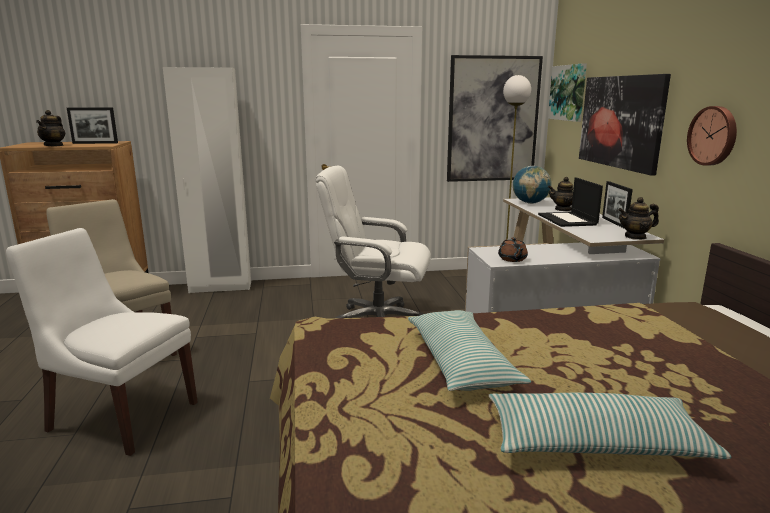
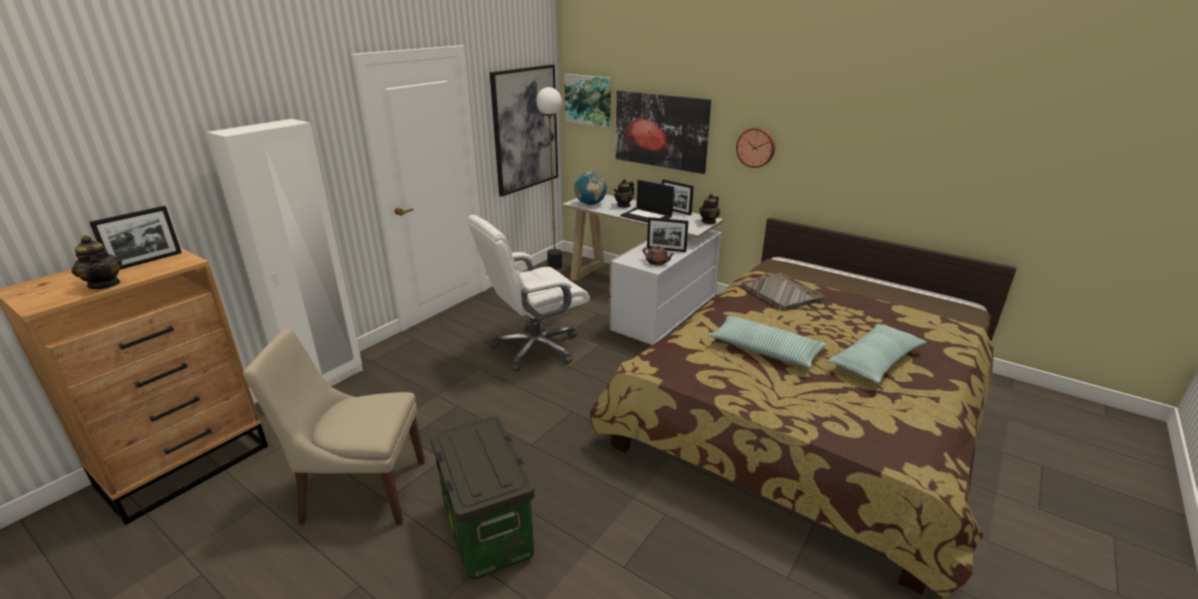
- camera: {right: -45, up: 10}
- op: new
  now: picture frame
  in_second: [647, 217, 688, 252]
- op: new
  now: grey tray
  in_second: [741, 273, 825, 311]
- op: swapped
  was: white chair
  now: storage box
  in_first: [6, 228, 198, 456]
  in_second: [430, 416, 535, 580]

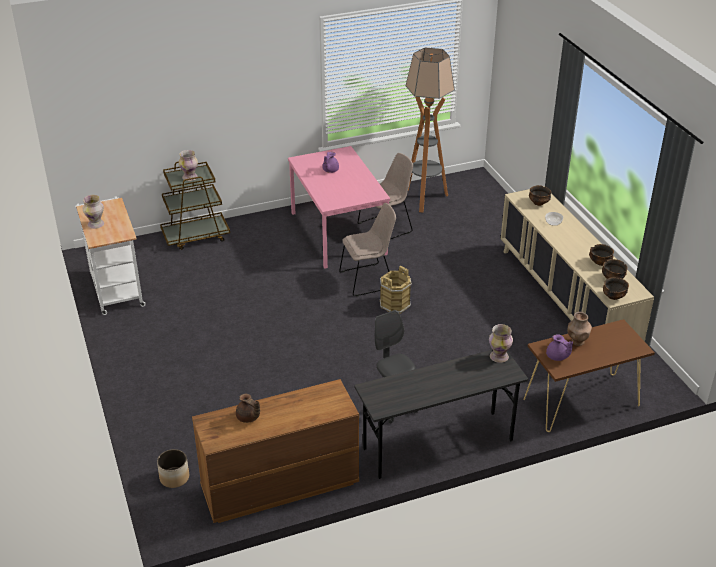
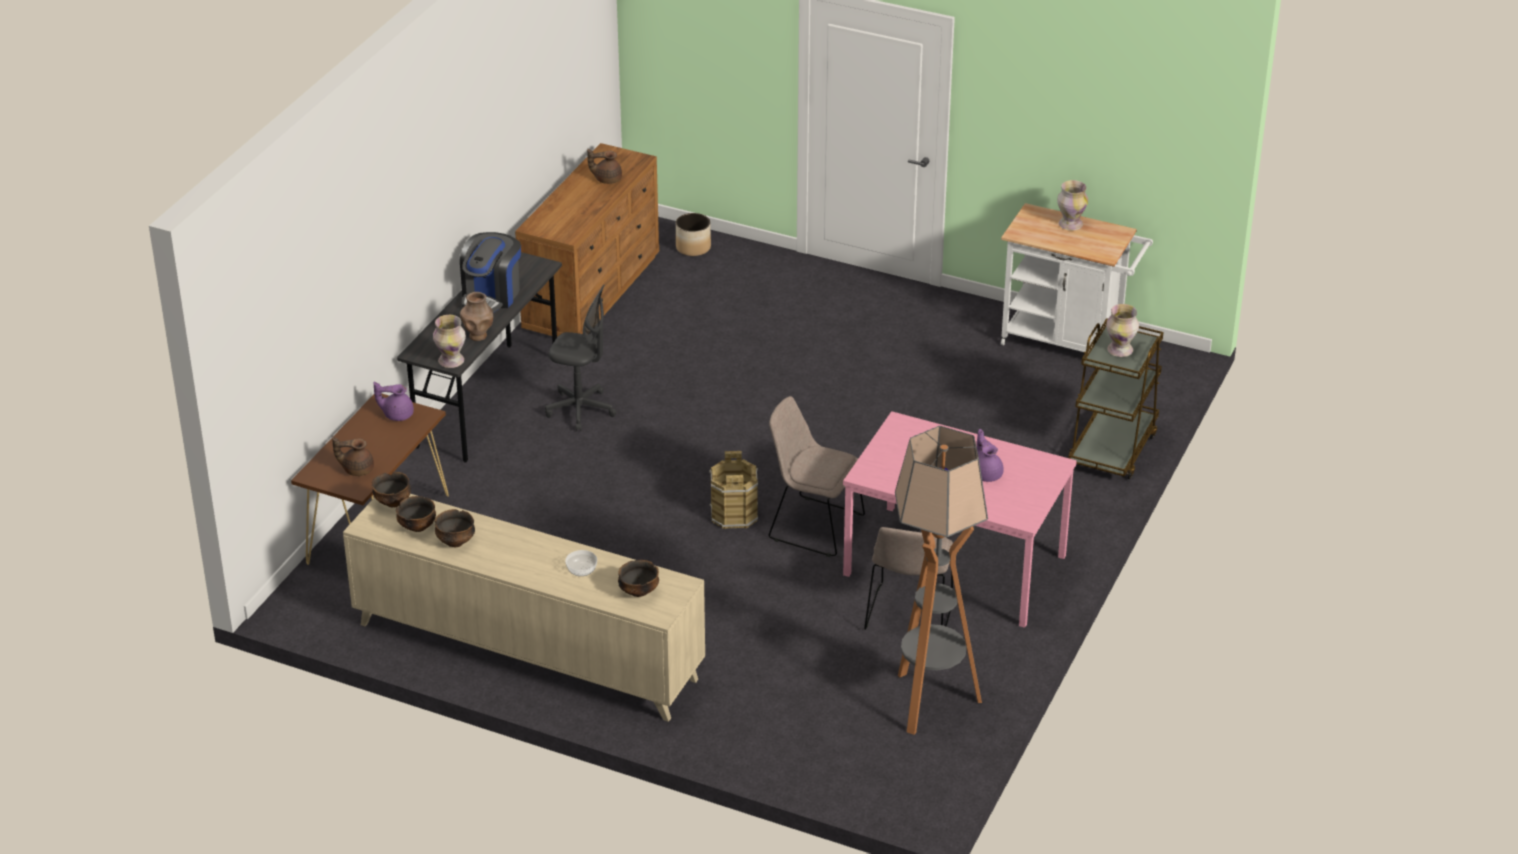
- camera: {right: 135, up: 0}
- op: new
  now: brown teapot
  in_second: [332, 437, 374, 476]
- op: new
  now: coffee machine
  in_second: [460, 232, 521, 313]
- op: shifted
  was: brown vase
  in_first: [567, 312, 592, 346]
  in_second: [460, 292, 493, 341]
- op: rotated
  was: beige chair
  in_first: [339, 203, 396, 297]
  in_second: [769, 396, 865, 557]
  clockwise: 90

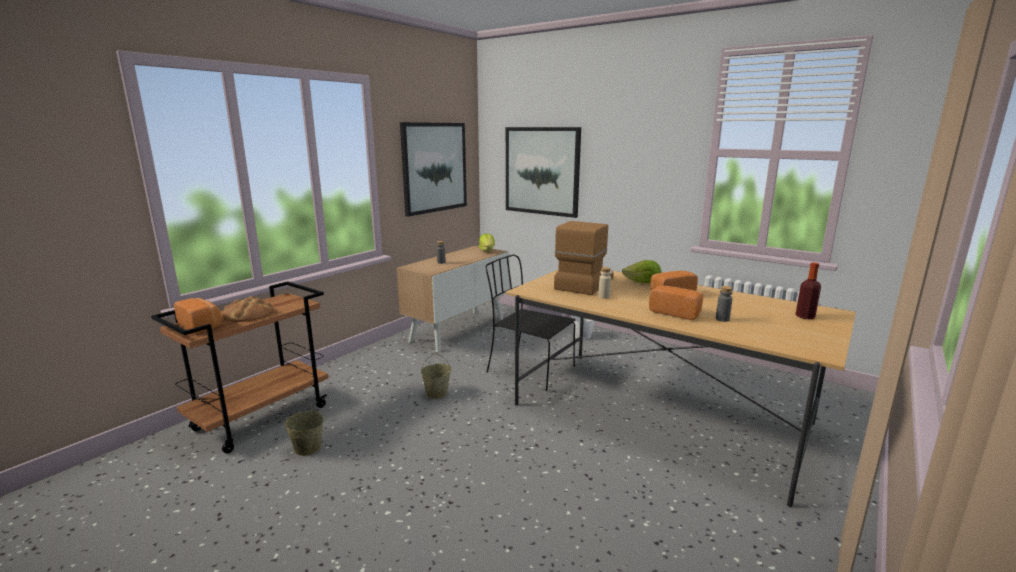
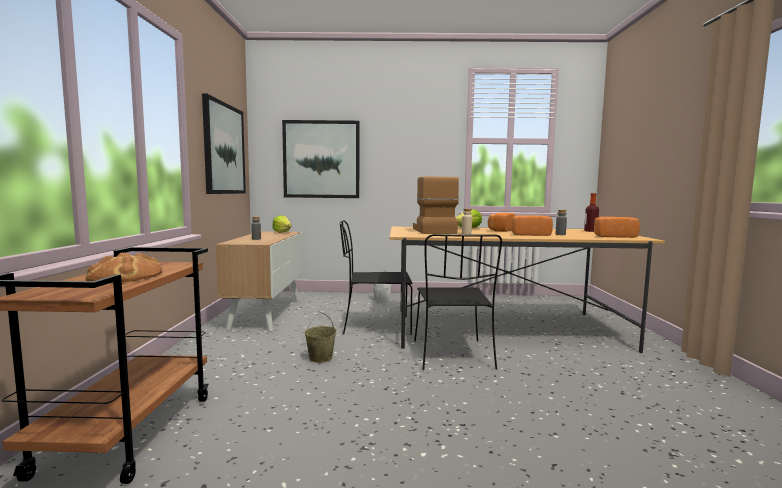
- camera: {right: -35, up: -10}
- op: gone
  was: beige bucket
  in_first: [285, 401, 324, 456]
- op: new
  now: black chair
  in_second: [414, 234, 502, 370]
- op: shifted
  was: bread
  in_first: [174, 298, 221, 334]
  in_second: [594, 217, 640, 238]

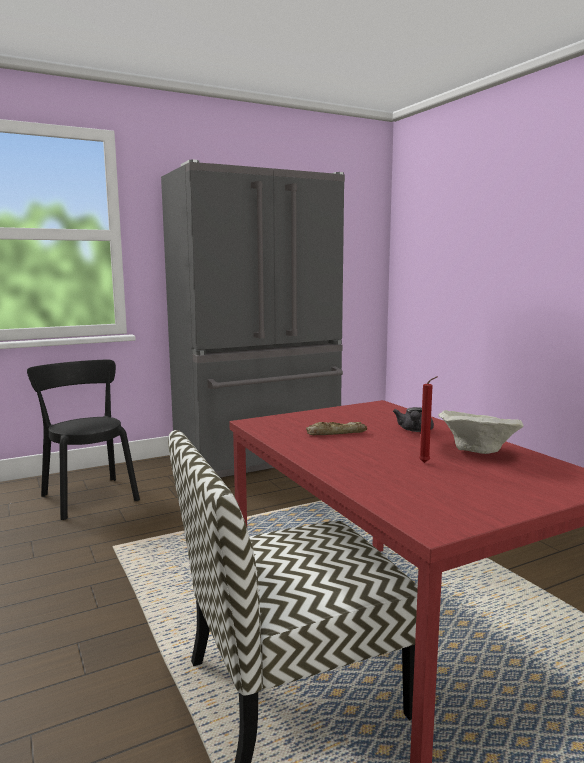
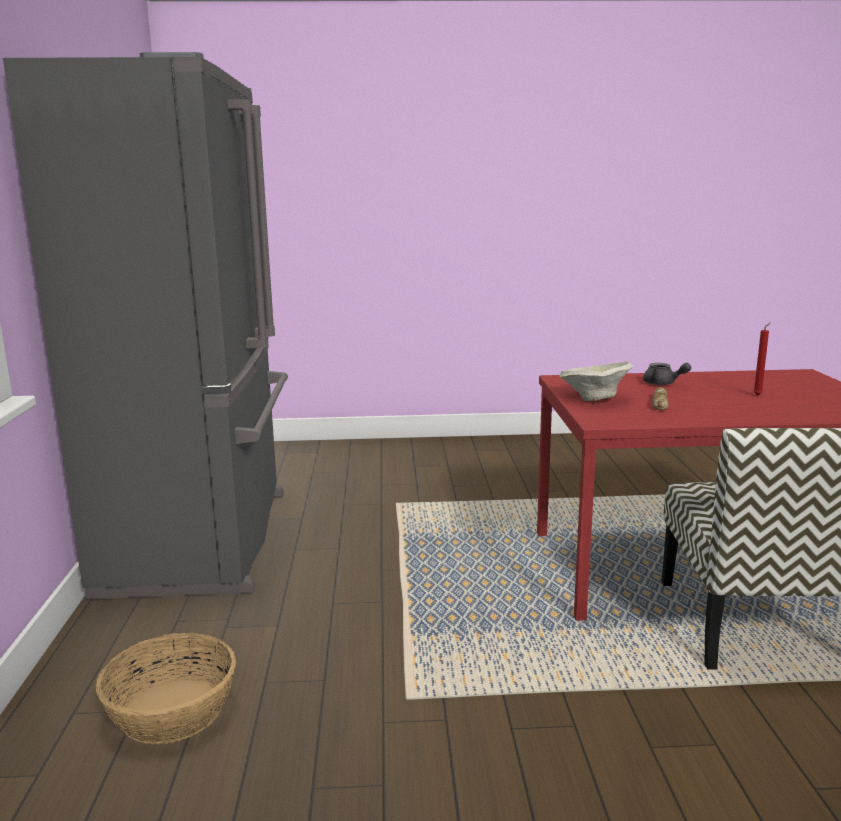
- camera: {right: -65, up: 5}
- op: shifted
  was: beige bowl
  in_first: [438, 410, 523, 454]
  in_second: [559, 361, 633, 401]
- op: swapped
  was: black chair
  now: basket
  in_first: [27, 360, 140, 520]
  in_second: [96, 633, 236, 744]

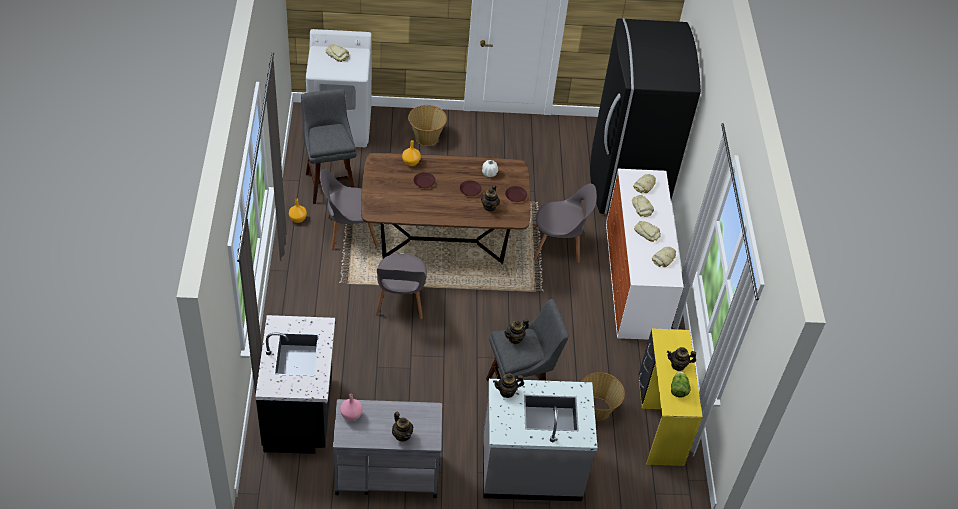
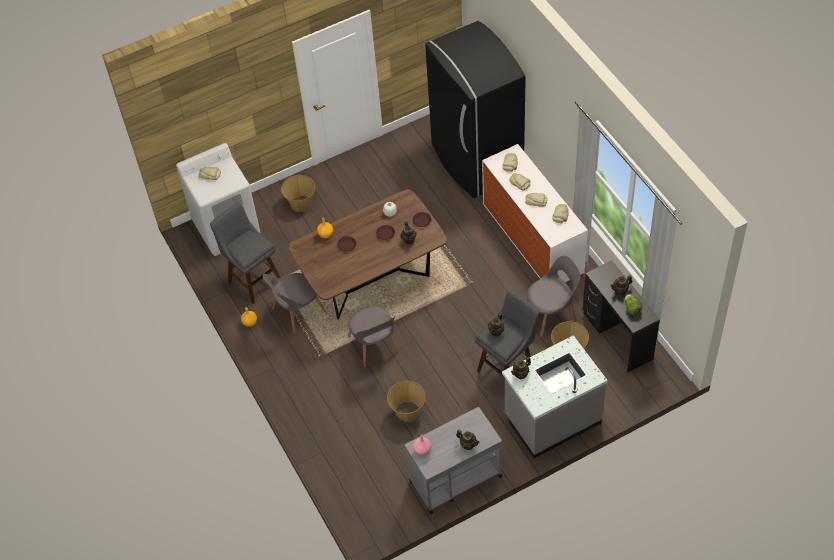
- camera: {right: -20, up: 5}
- op: gone
  was: black counter
  in_first: [255, 315, 335, 454]
- op: new
  now: basket
  in_second: [387, 381, 426, 421]
- op: shifted
  was: grey chair
  in_first: [533, 184, 597, 264]
  in_second: [526, 256, 580, 337]
- op: repainted
  was: yellow desk
  now: black desk
  in_first: [639, 328, 703, 466]
  in_second: [583, 260, 660, 372]

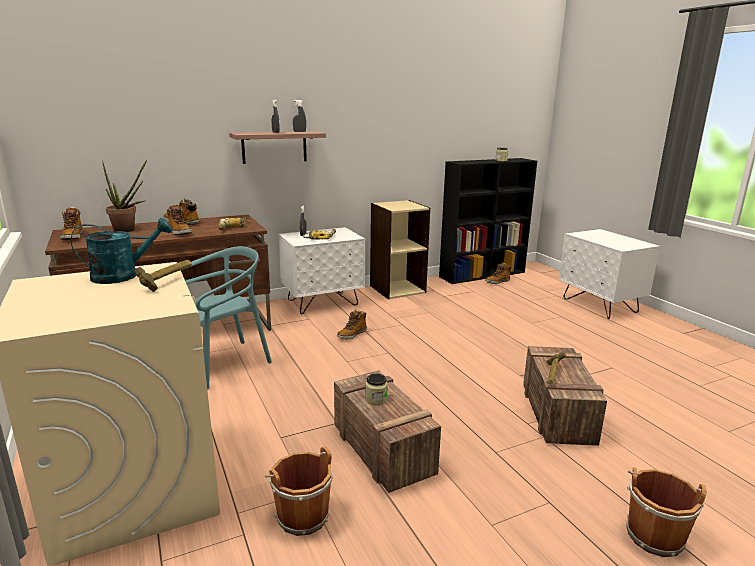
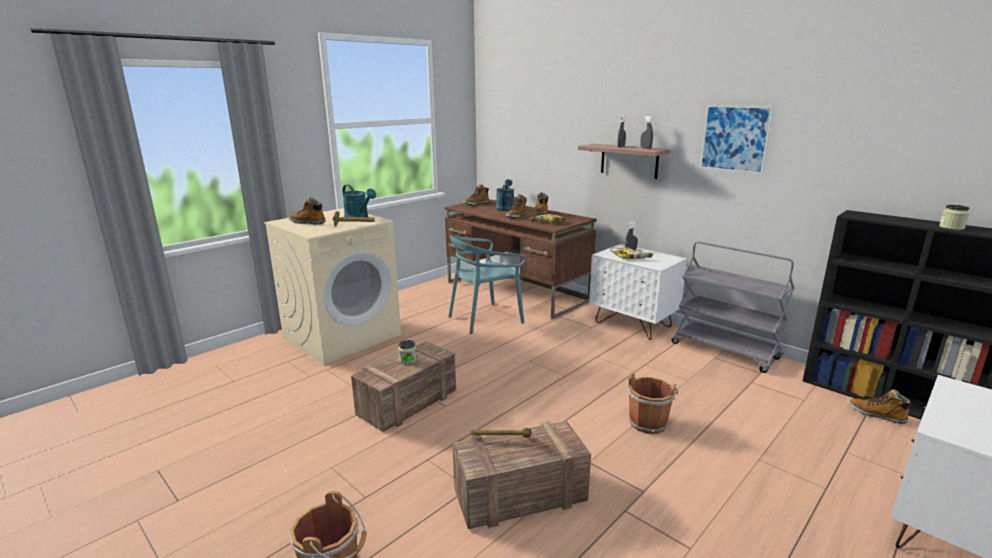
- camera: {right: 70, up: 0}
- op: new
  now: picture
  in_second: [699, 105, 774, 175]
- op: shifted
  was: brown bucket
  in_first: [265, 446, 333, 536]
  in_second: [627, 372, 678, 434]
- op: shifted
  was: boot
  in_first: [337, 309, 367, 339]
  in_second: [288, 197, 326, 225]
- op: swapped
  was: potted plant
  now: turquoise watering can
  in_first: [102, 160, 147, 232]
  in_second: [496, 179, 514, 211]
- op: swapped
  was: beige bookcase
  now: grey cart
  in_first: [370, 200, 430, 299]
  in_second: [672, 241, 795, 373]
- op: rotated
  was: turquoise chair
  in_first: [182, 246, 272, 389]
  in_second: [448, 236, 527, 334]
  clockwise: 120

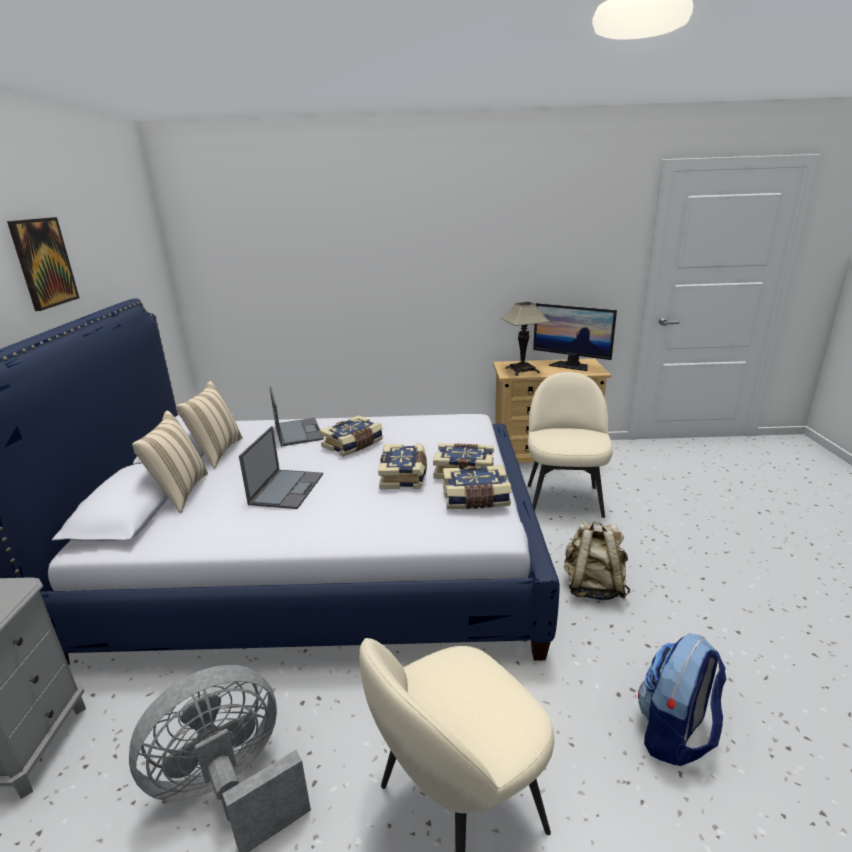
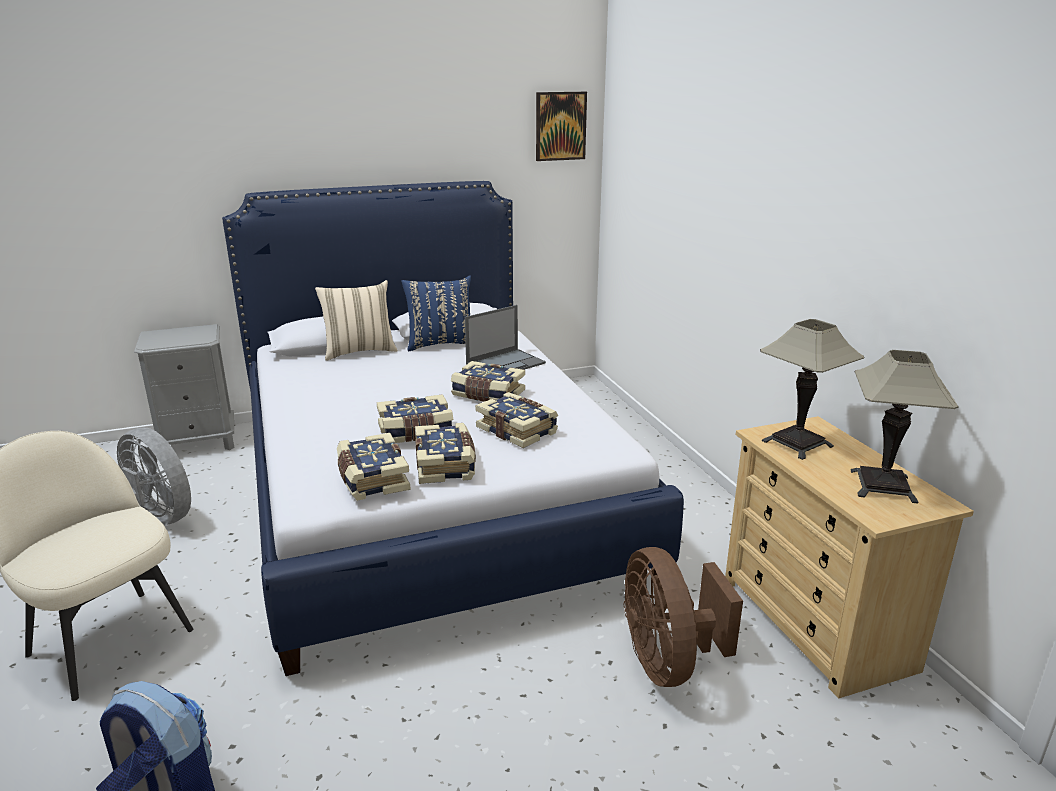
- camera: {right: 70, up: 0}
- op: gone
  was: laptop
  in_first: [239, 426, 323, 509]
- op: gone
  was: beige backpack
  in_first: [564, 521, 630, 600]
- op: new
  now: book
  in_second: [475, 392, 558, 448]
- op: shifted
  was: picture
  in_first: [7, 217, 79, 311]
  in_second: [536, 92, 587, 161]
- op: swapped
  was: beige chair
  now: brown fan
  in_first: [528, 372, 613, 518]
  in_second: [624, 547, 743, 687]
- op: swapped
  was: monitor
  now: table lamp
  in_first: [533, 303, 617, 371]
  in_second: [851, 350, 959, 504]
- op: repainted
  was: beige pillow
  now: blue pillow
  in_first: [176, 381, 243, 468]
  in_second: [401, 276, 471, 351]

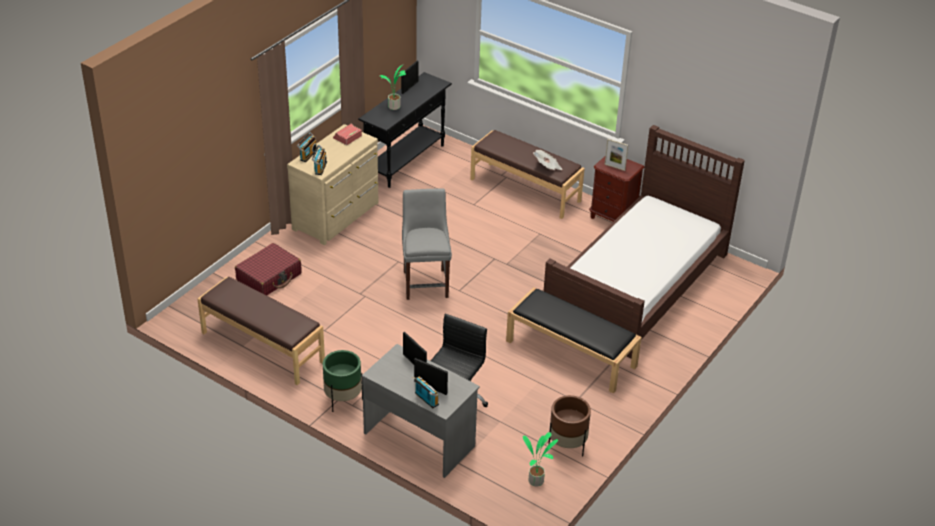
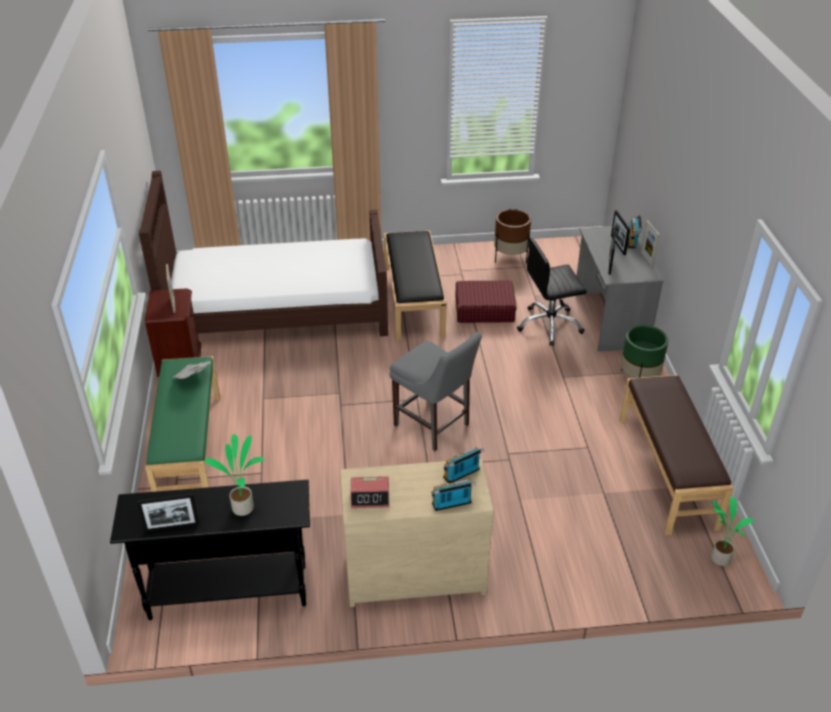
- camera: {right: -130, up: 0}
- op: new
  now: picture frame
  in_second: [641, 220, 660, 267]
- op: shifted
  was: red suitcase
  in_first: [235, 243, 302, 296]
  in_second: [455, 280, 517, 323]
- op: shifted
  was: potted plant
  in_first: [523, 432, 558, 486]
  in_second: [711, 497, 754, 566]
- op: repainted
  was: brown bench
  now: green bench
  in_first: [470, 130, 585, 219]
  in_second: [145, 356, 220, 492]
- op: rotated
  was: grey chair
  in_first: [402, 188, 452, 300]
  in_second: [389, 332, 482, 451]
  clockwise: -90

